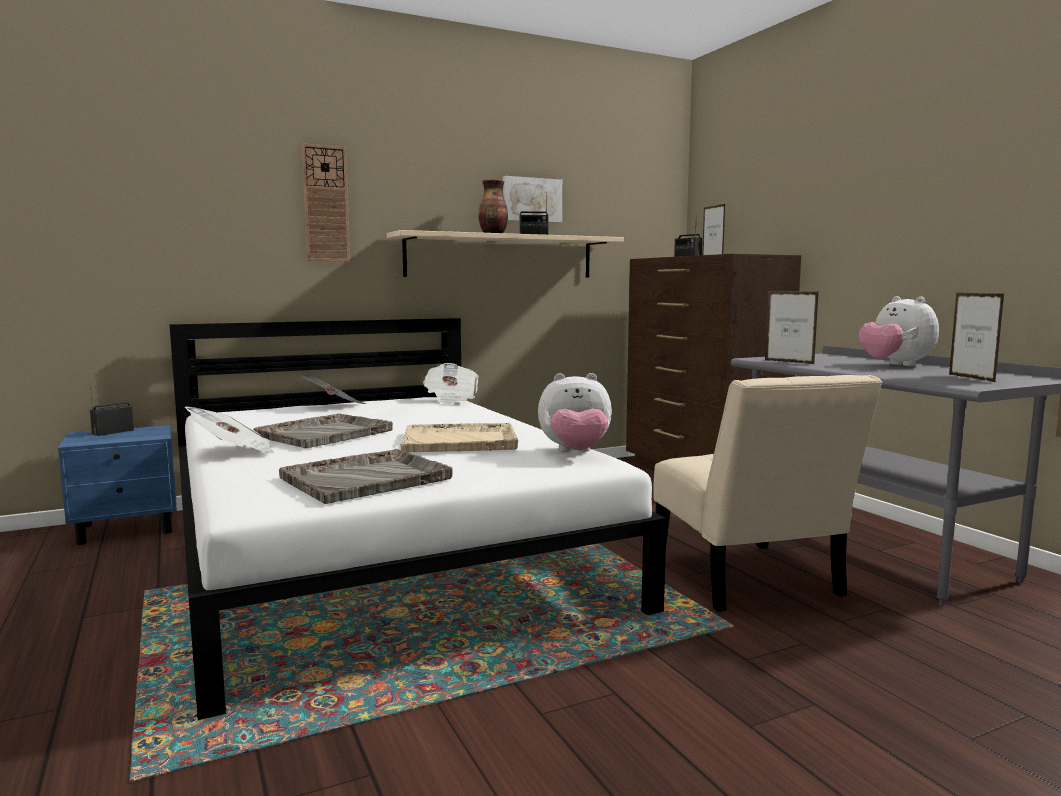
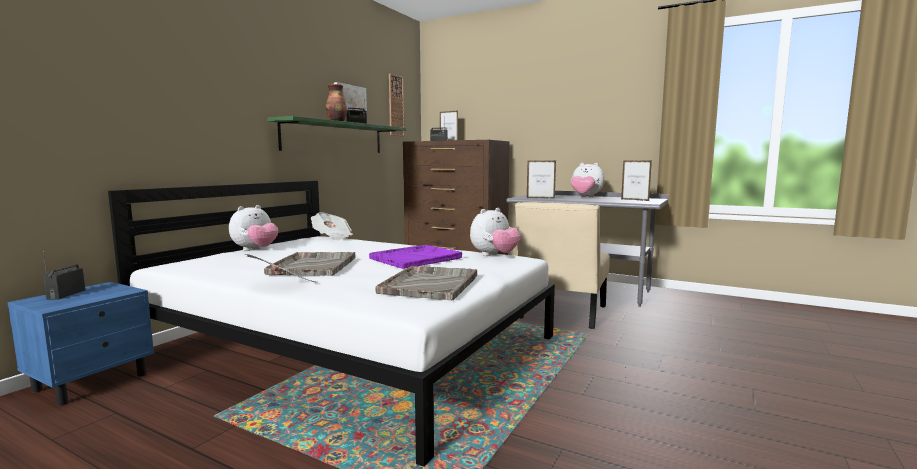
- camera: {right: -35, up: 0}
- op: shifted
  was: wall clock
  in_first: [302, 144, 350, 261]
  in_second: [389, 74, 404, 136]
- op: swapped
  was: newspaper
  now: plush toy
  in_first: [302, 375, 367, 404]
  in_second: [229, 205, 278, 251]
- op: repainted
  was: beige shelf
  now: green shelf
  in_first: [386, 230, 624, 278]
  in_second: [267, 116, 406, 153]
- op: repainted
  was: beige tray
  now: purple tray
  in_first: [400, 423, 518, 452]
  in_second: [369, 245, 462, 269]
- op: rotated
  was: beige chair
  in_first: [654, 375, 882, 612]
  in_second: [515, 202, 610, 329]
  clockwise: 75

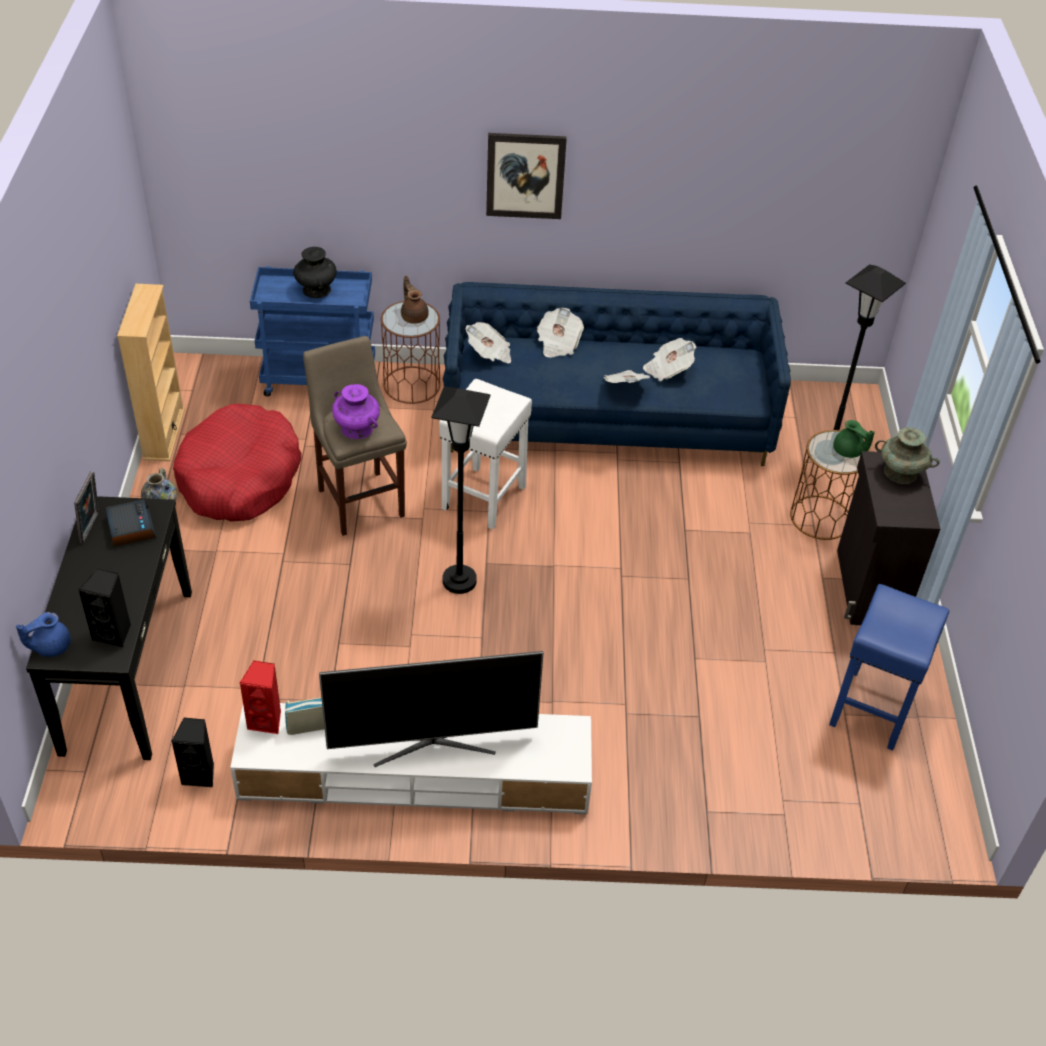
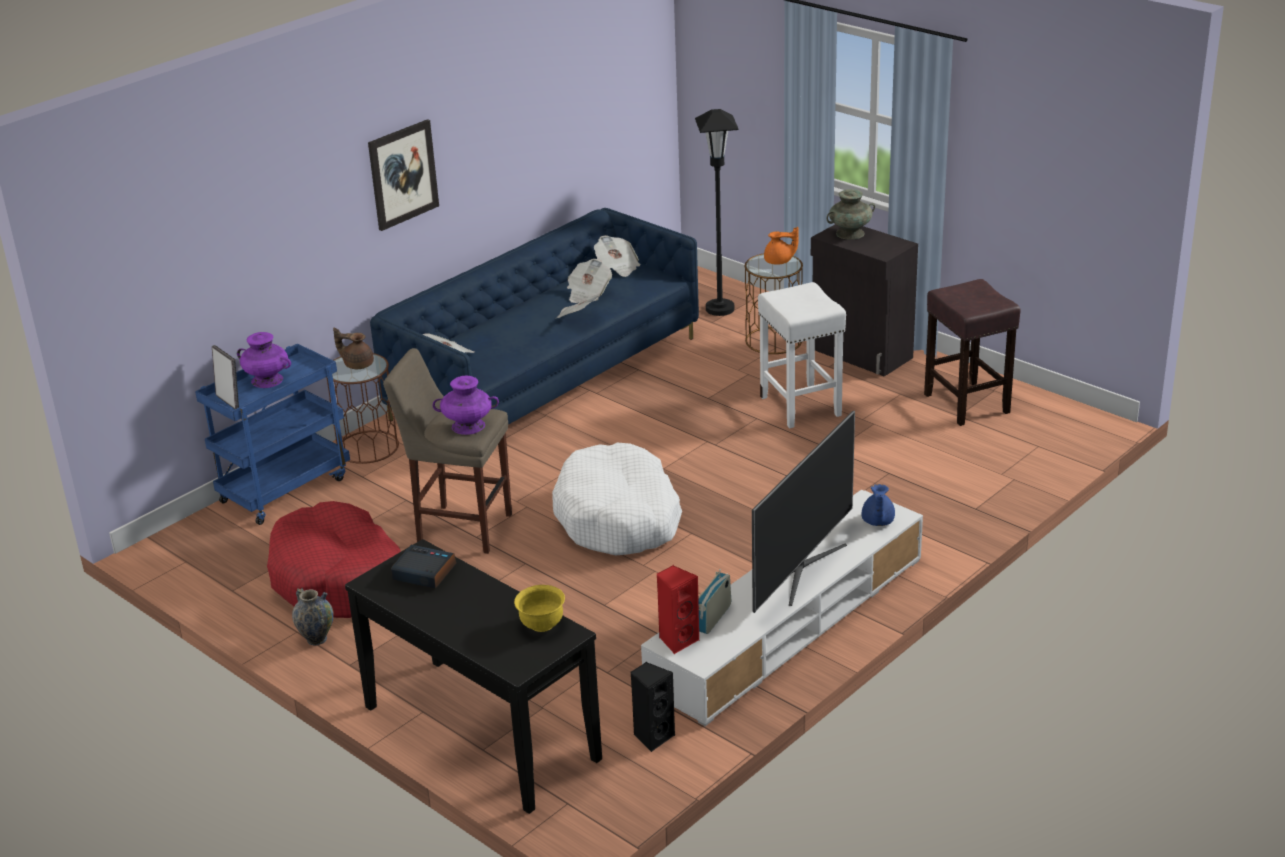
- camera: {right: -45, up: -15}
- op: gone
  was: beige bookcase
  in_first: [117, 284, 185, 461]
- op: shifted
  was: blue teapot
  in_first: [16, 612, 71, 657]
  in_second: [862, 484, 895, 526]
- op: shifted
  was: picture frame
  in_first: [74, 471, 99, 544]
  in_second: [212, 345, 239, 409]
- op: shifted
  was: white stool
  in_first: [439, 379, 532, 529]
  in_second: [758, 282, 846, 428]
- op: shifted
  was: newspaper
  in_first: [537, 308, 584, 357]
  in_second: [594, 235, 641, 277]
- op: swapped
  was: black speaker
  now: yellow bowl
  in_first: [78, 568, 131, 648]
  in_second: [514, 585, 565, 632]
- op: swapped
  was: black floor lamp
  now: white dog bed
  in_first: [432, 386, 491, 594]
  in_second: [552, 443, 682, 555]
- op: repainted
  was: black vase
  now: purple vase
  in_first: [293, 247, 337, 298]
  in_second: [237, 332, 291, 388]
- op: repainted
  was: blue stool
  now: brown stool
  in_first: [829, 584, 949, 751]
  in_second: [924, 279, 1021, 426]
- op: repainted
  was: green teapot
  now: orange teapot
  in_first: [833, 420, 875, 458]
  in_second: [764, 227, 799, 265]

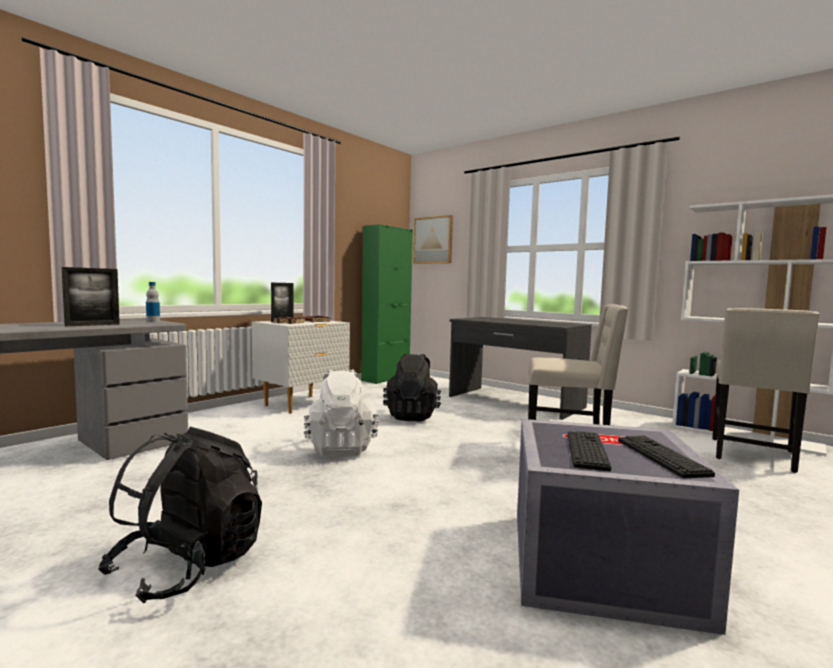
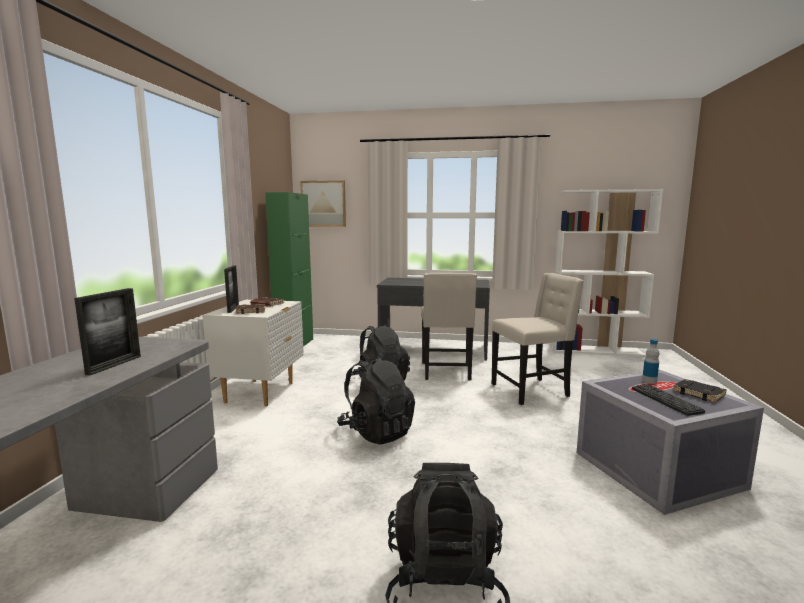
- camera: {right: -30, up: 5}
- op: shifted
  was: bottle
  in_first: [146, 282, 160, 322]
  in_second: [642, 339, 659, 384]
- op: shifted
  was: beige chair
  in_first: [712, 308, 820, 473]
  in_second: [421, 273, 477, 381]
- op: swapped
  was: keyboard
  now: black book
  in_first: [618, 436, 715, 478]
  in_second: [673, 379, 726, 403]
- op: repainted
  was: white backpack
  now: black backpack
  in_first: [304, 369, 378, 457]
  in_second: [337, 356, 415, 444]

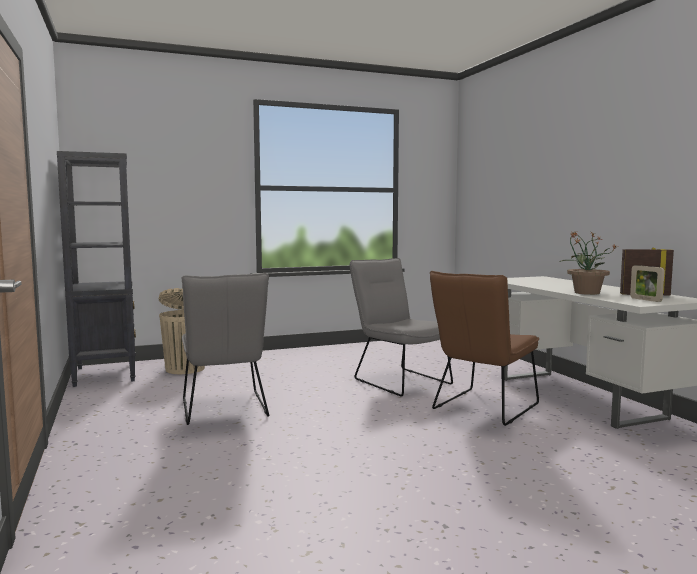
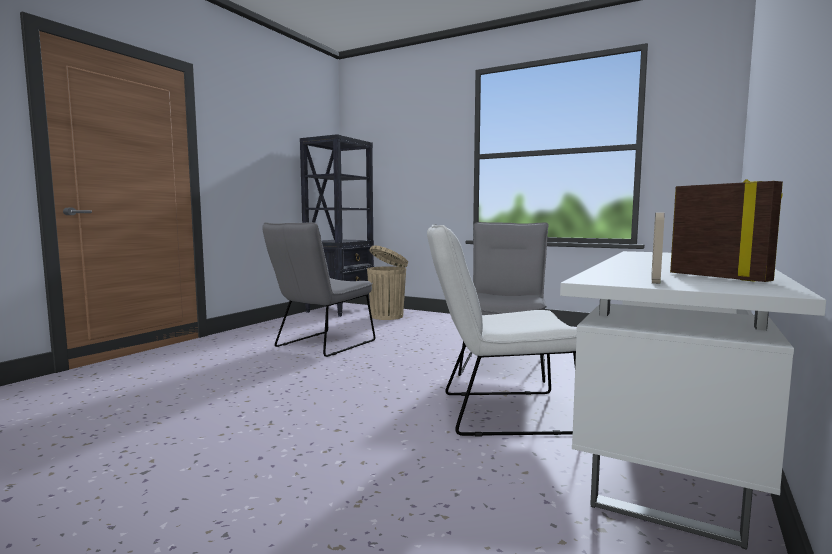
- camera: {right: 50, up: 0}
- op: gone
  was: potted plant
  in_first: [559, 231, 618, 295]
- op: repainted
  was: brown chair
  now: white chair
  in_first: [430, 271, 539, 426]
  in_second: [427, 224, 577, 437]

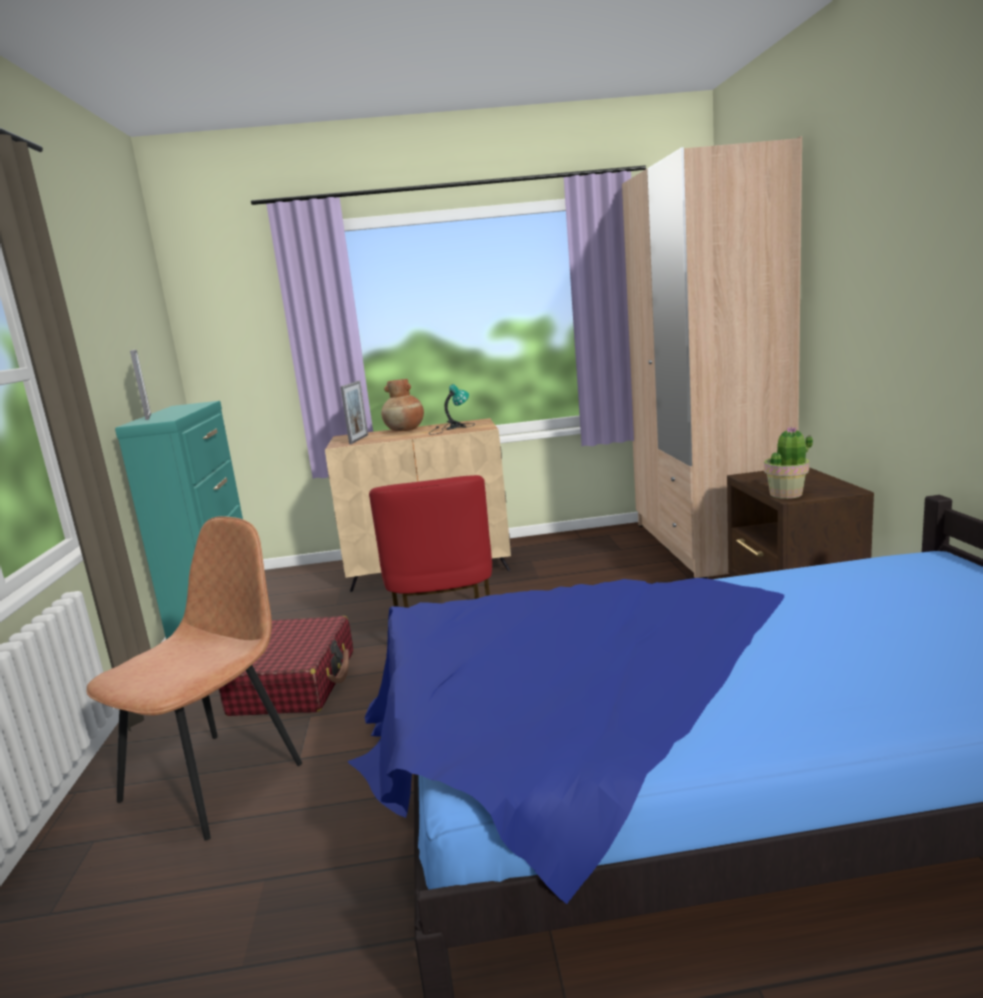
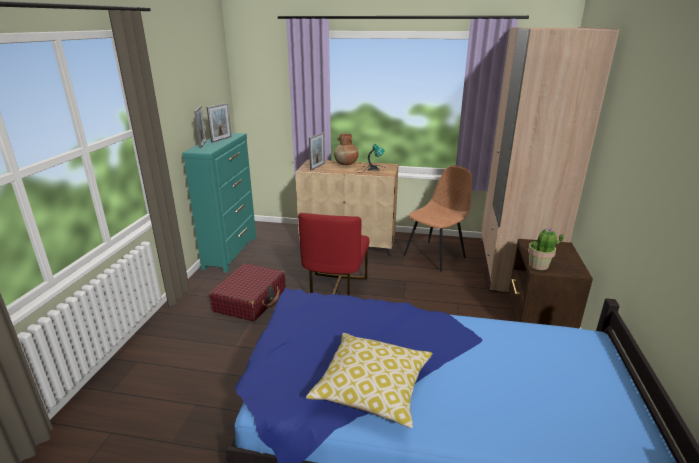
- camera: {right: 15, up: 10}
- op: new
  now: picture frame
  in_second: [207, 103, 232, 143]
- op: new
  now: pillow
  in_second: [306, 333, 432, 428]
- op: shifted
  was: brown chair
  in_first: [86, 516, 302, 841]
  in_second: [404, 165, 472, 272]

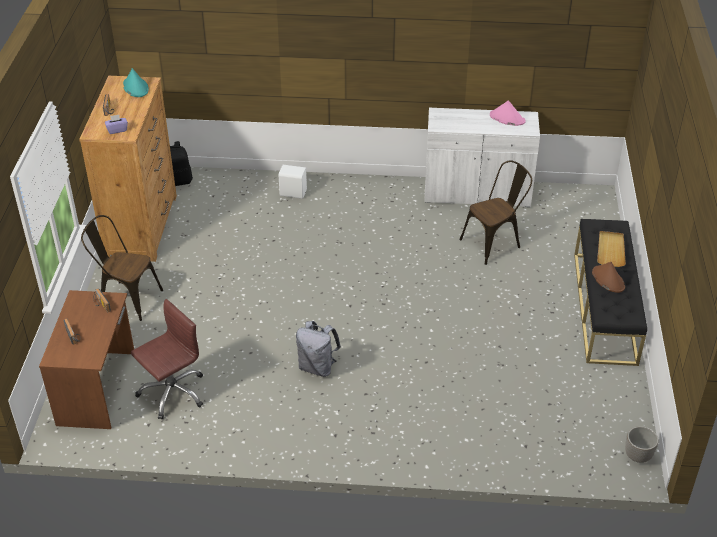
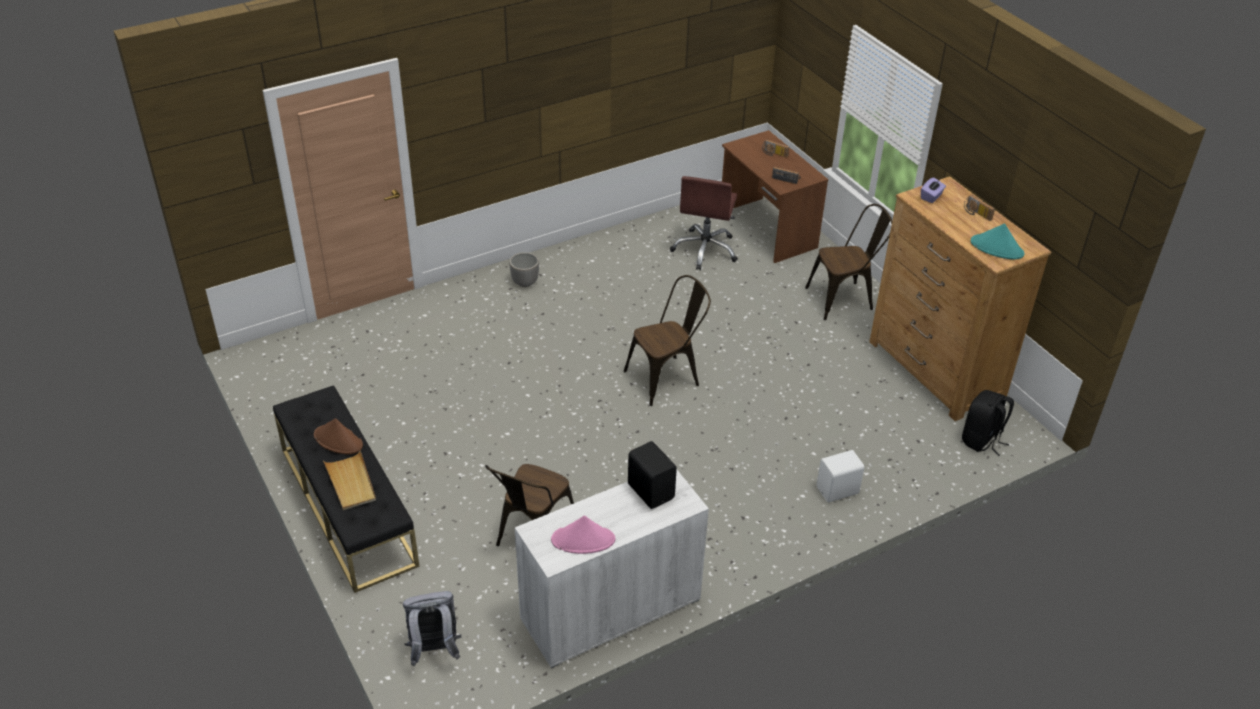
- camera: {right: 145, up: 0}
- op: new
  now: brown chair
  in_second: [624, 275, 711, 406]
- op: new
  now: black speaker
  in_second: [628, 441, 677, 509]
- op: shifted
  was: grey backpack
  in_first: [296, 321, 341, 377]
  in_second: [403, 591, 462, 666]
- op: shifted
  was: planter
  in_first: [625, 426, 659, 463]
  in_second: [509, 252, 539, 287]

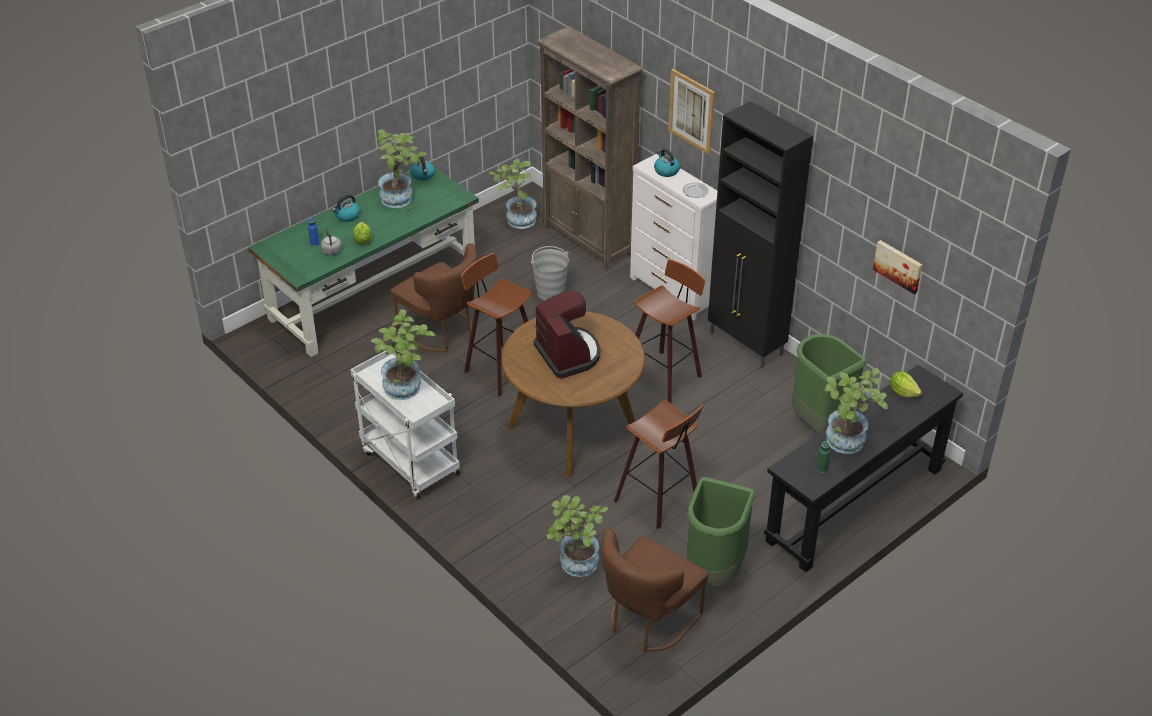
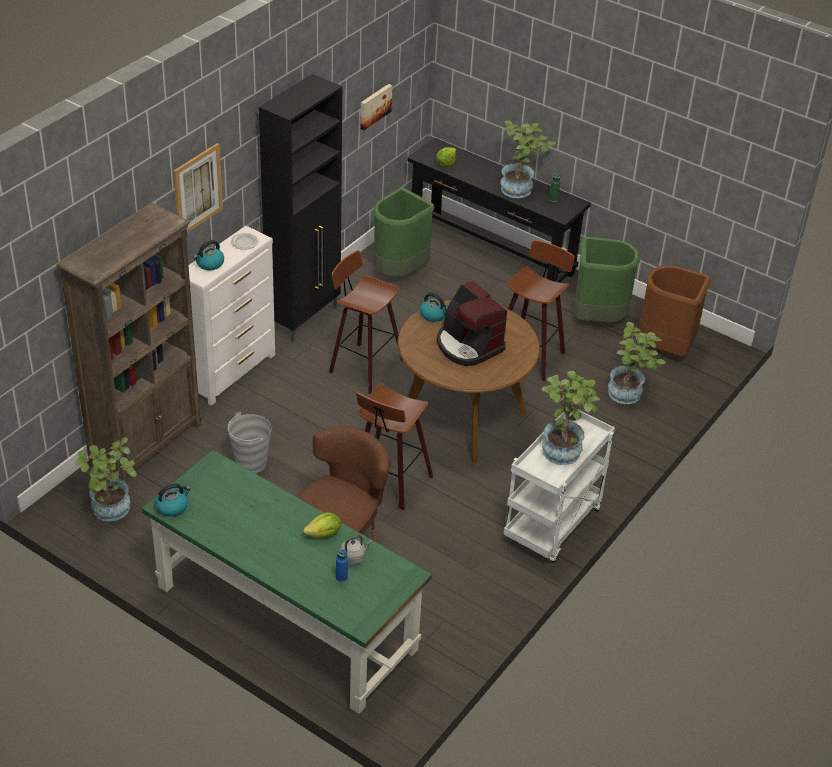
- camera: {right: -105, up: 0}
- op: gone
  was: potted plant
  in_first: [378, 129, 427, 208]
- op: shifted
  was: kettle
  in_first: [332, 194, 360, 222]
  in_second: [420, 292, 448, 322]
- op: swapped
  was: brown chair
  now: brown trash can
  in_first: [601, 529, 708, 652]
  in_second: [639, 265, 711, 357]
- op: rotated
  was: coffee machine
  in_first: [534, 289, 600, 379]
  in_second: [437, 281, 507, 366]
  clockwise: -90

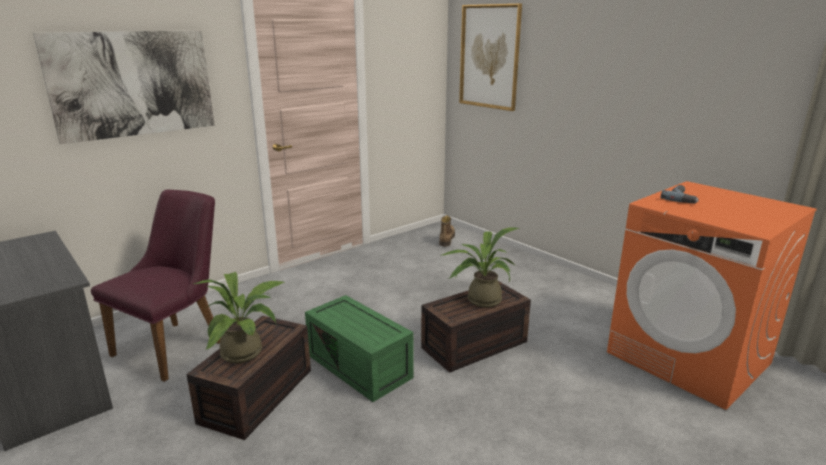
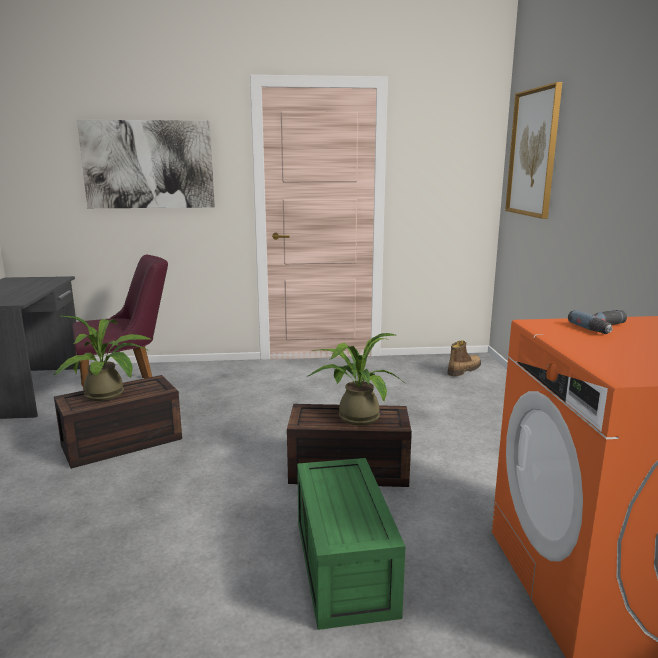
- camera: {right: 35, up: -5}
- op: shifted
  was: green storage box
  in_first: [305, 295, 413, 402]
  in_second: [297, 458, 406, 630]

